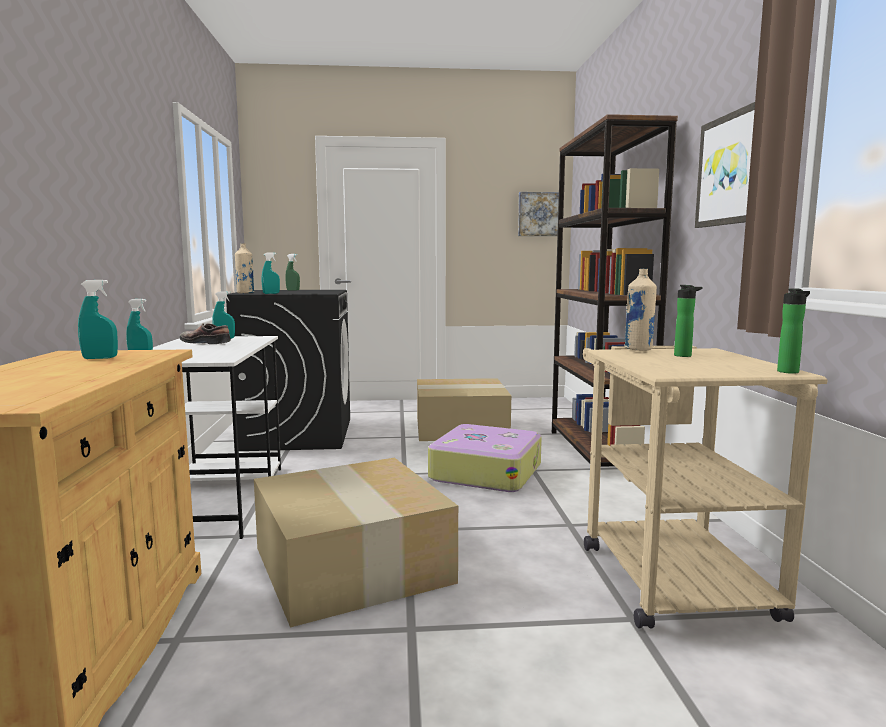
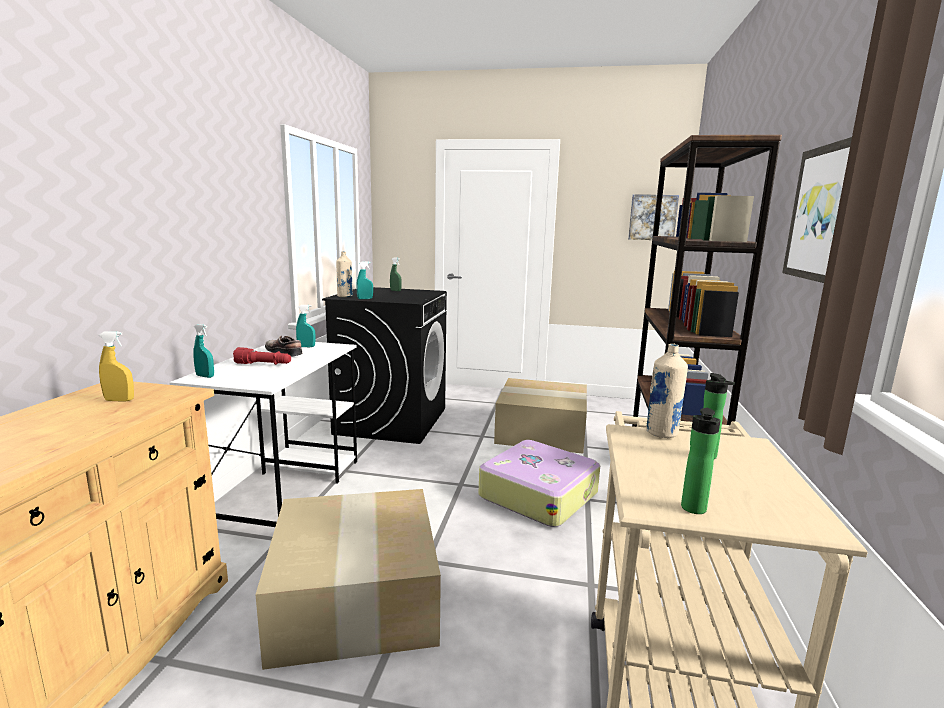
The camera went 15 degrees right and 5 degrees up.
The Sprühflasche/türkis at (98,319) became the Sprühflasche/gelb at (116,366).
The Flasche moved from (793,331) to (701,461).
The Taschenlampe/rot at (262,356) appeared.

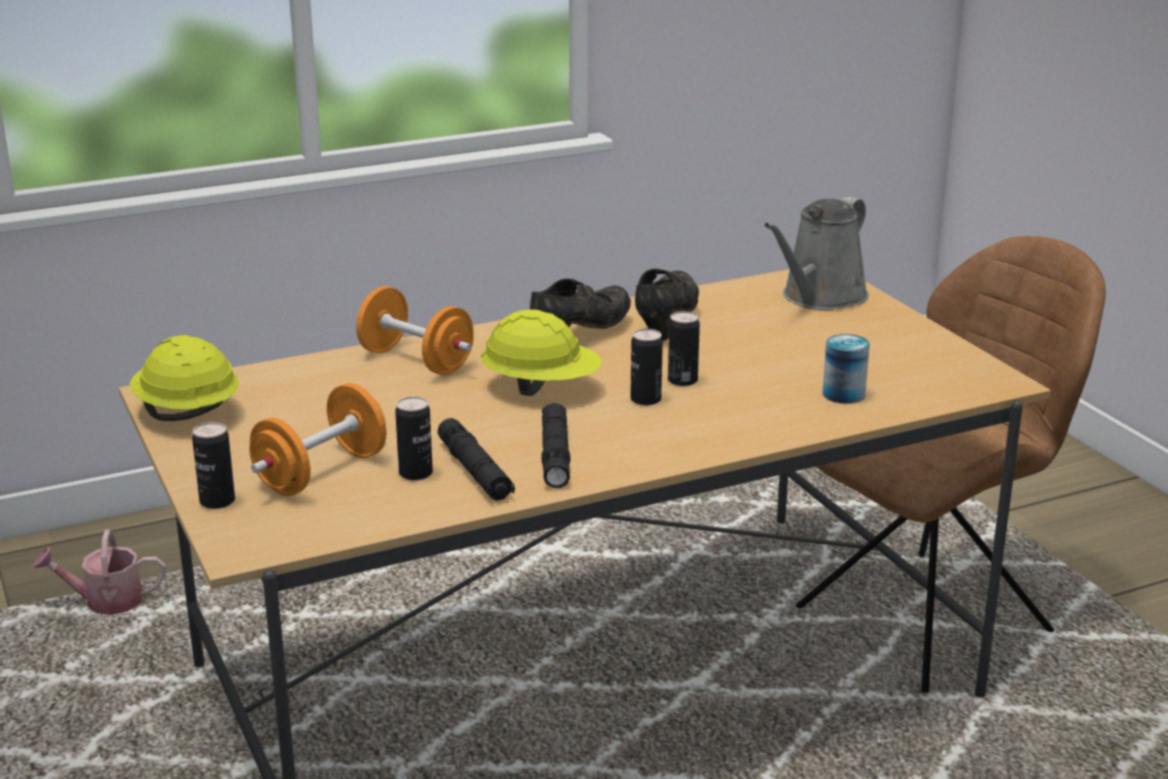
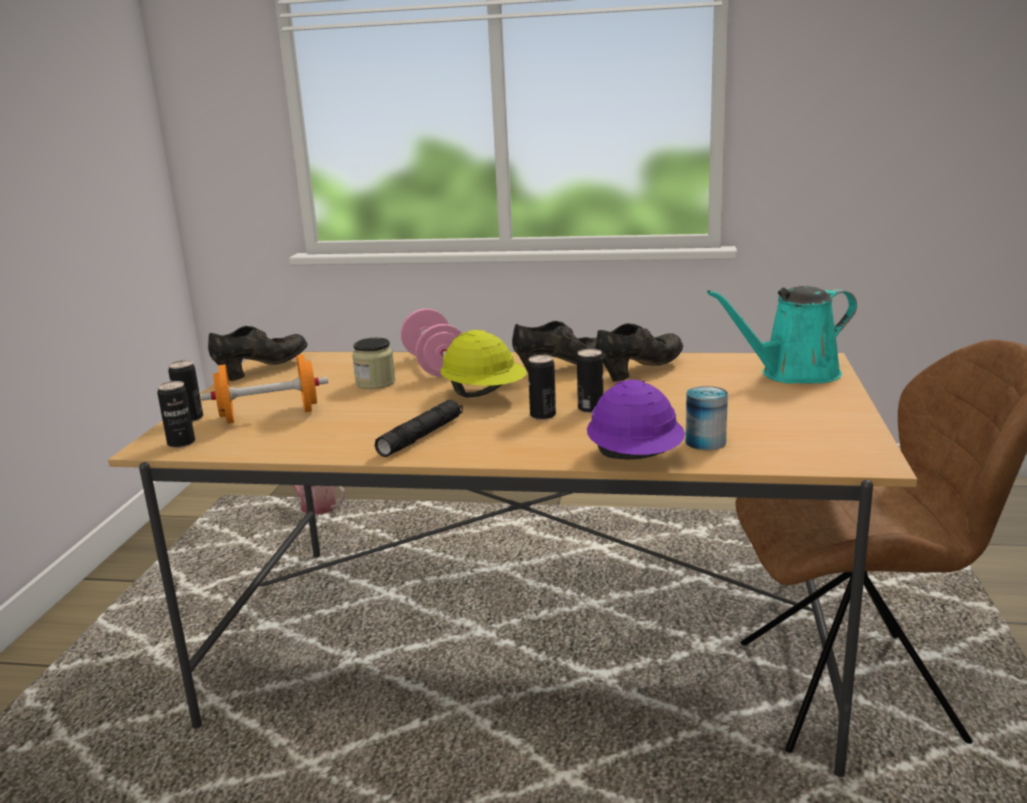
The camera went 35 degrees right and 5 degrees down.
The Schutzhelm/gelb at (184,378) was replaced by the Schuh/schwarz at (258,353).
The Hantel/orange at (415,330) became the Hantel/rosa at (431,342).
The Dose moved from (414,438) to (176,414).
The Taschenlampe/schwarz at (476,459) disappeared.
The Gießkanne/grau at (816,253) became the Gießkanne/türkis at (782,335).
The Vorratsglas at (373,363) appeared.
The Schutzhelm/lila at (636,420) appeared.

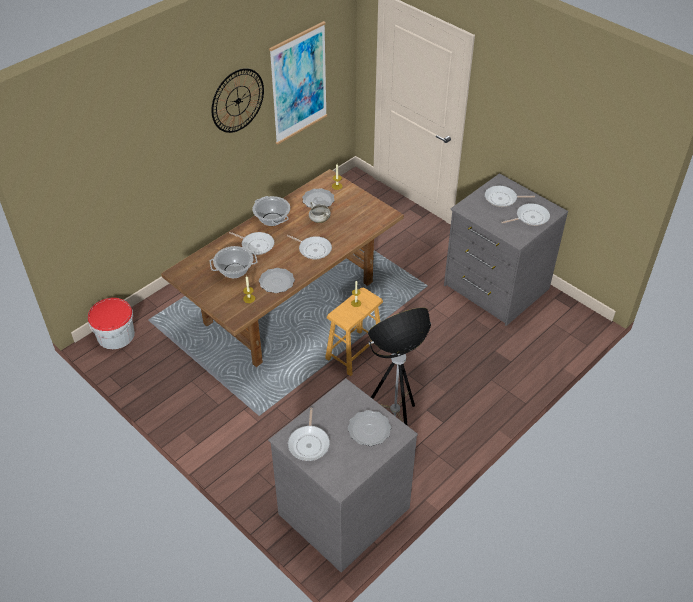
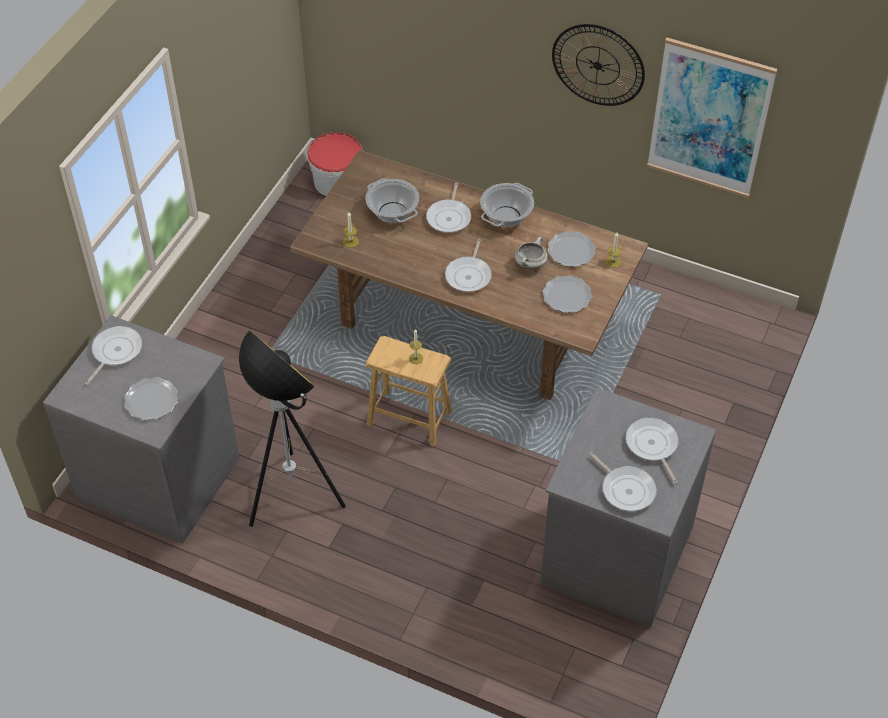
The camera went 70 degrees right and 5 degrees up.
The Teller moved from (277,280) to (567,294).
The Pfanne at (309,434) turned 135 degrees clockwise.

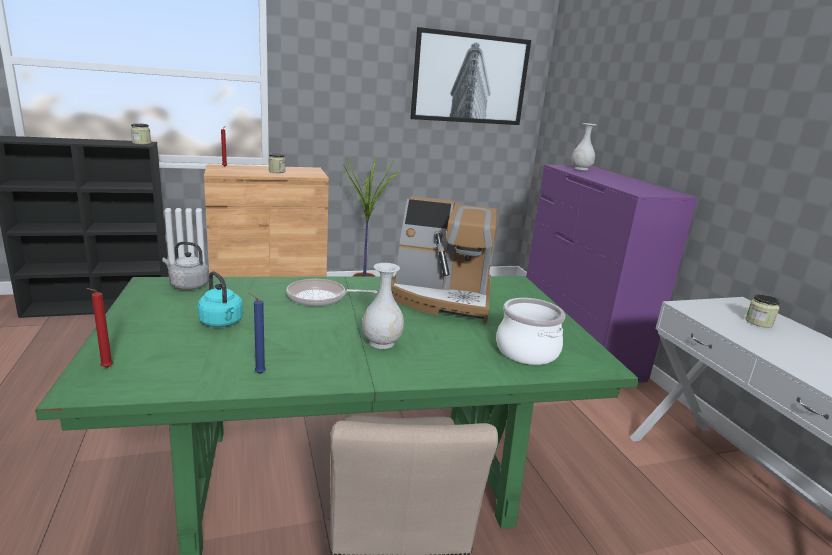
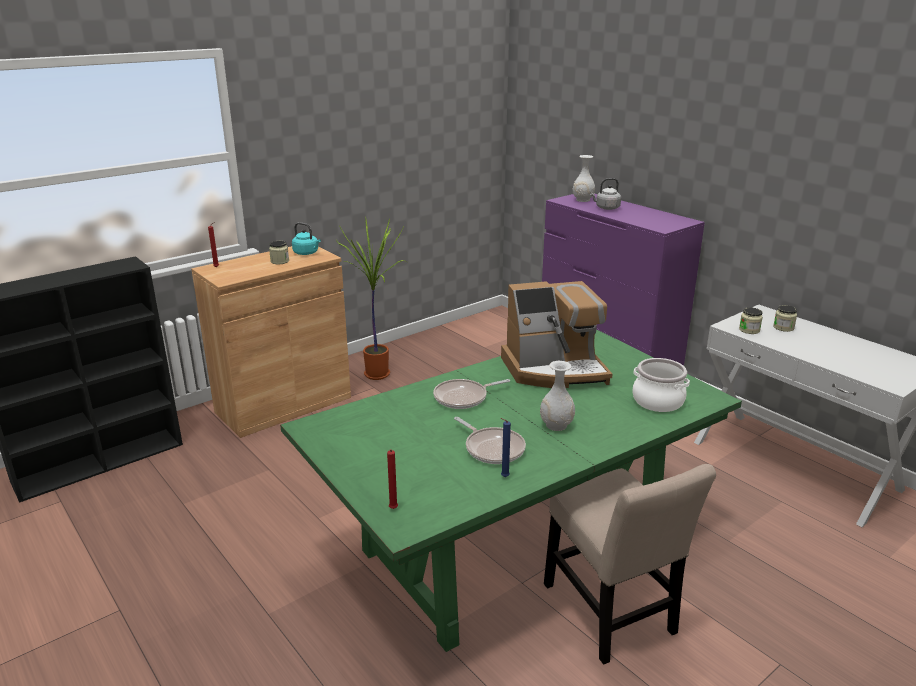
The camera went 20 degrees left and 5 degrees up.
The Vorratsglas moved from (141,134) to (751,320).
The Wasserkessel/grau moved from (185,266) to (605,194).
The Wasserkessel/türkis moved from (220,299) to (306,238).
The Bild at (470,76) disappeared.
The Pfanne at (490,440) appeared.

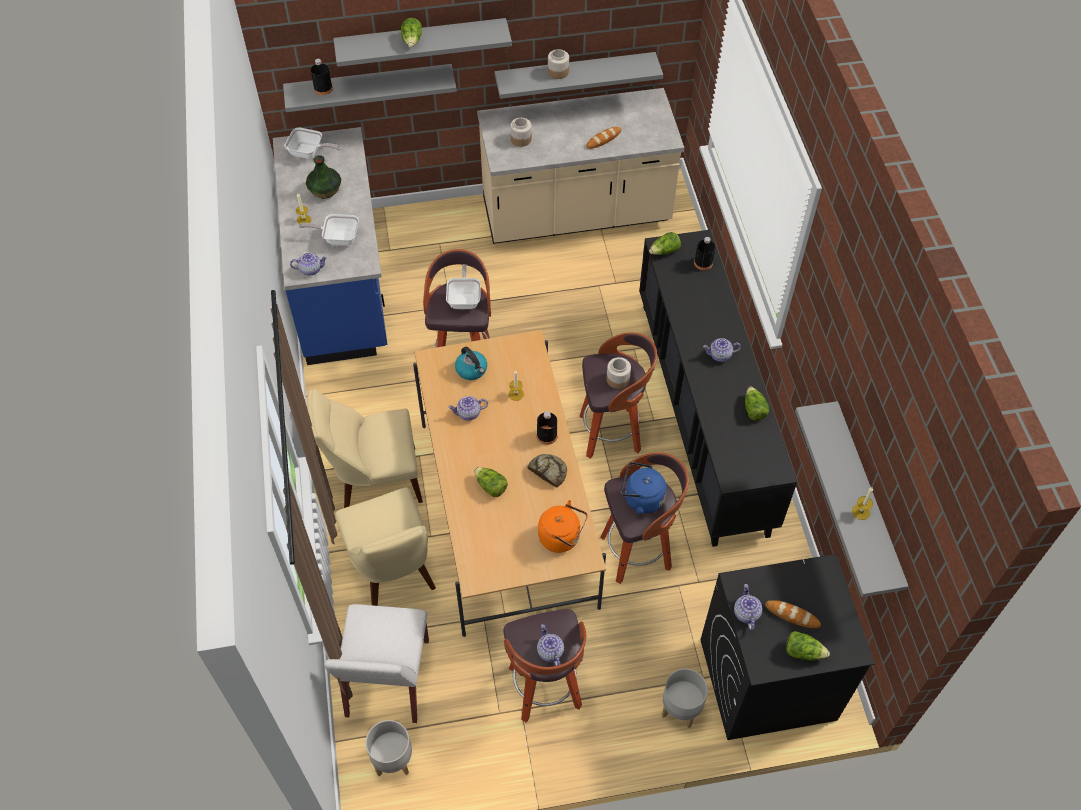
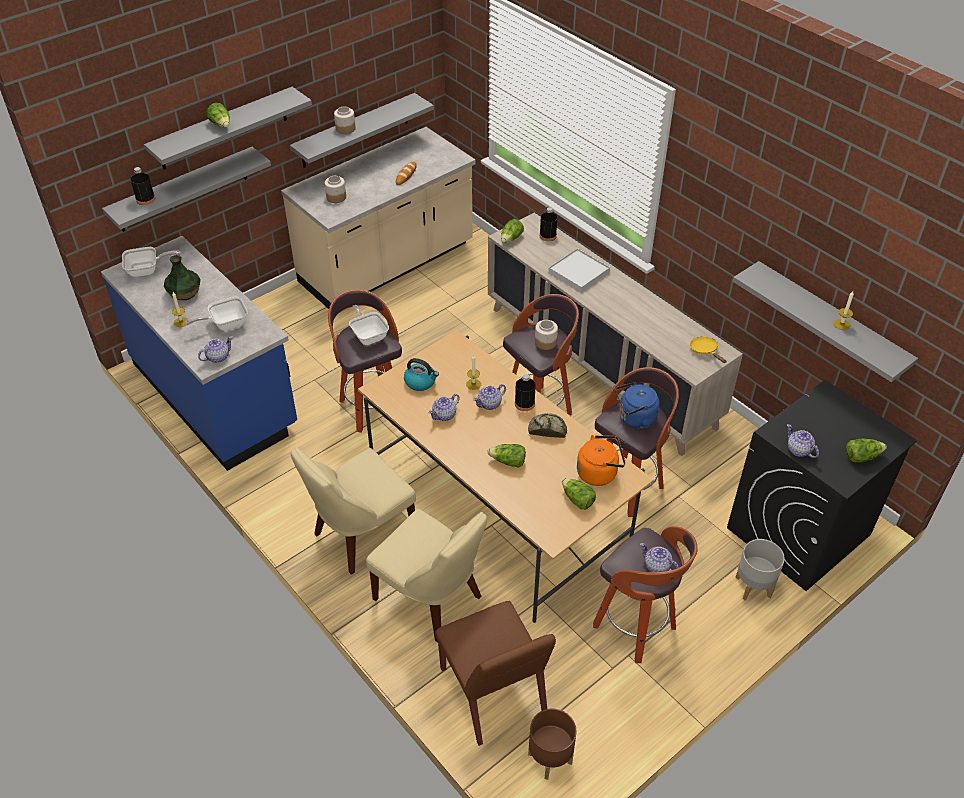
The camera went 30 degrees left and 10 degrees down.
The Stuhl/weiß at (377,663) became the Stuhl/braun at (495,673).
The Pflanzkübel/grau at (389,748) became the Pflanzkübel/braun at (552,744).
The Schrank/schwarz at (718,388) became the Schrank/beige at (615,334).
The Teekanne moved from (722,350) to (489,397).
The Salatkopf moved from (757,404) to (579,494).
The Brot at (793,614) disappeared.
The Tablett/weiß at (579,270) appeared.
The Pfanne/gelb at (708,350) appeared.

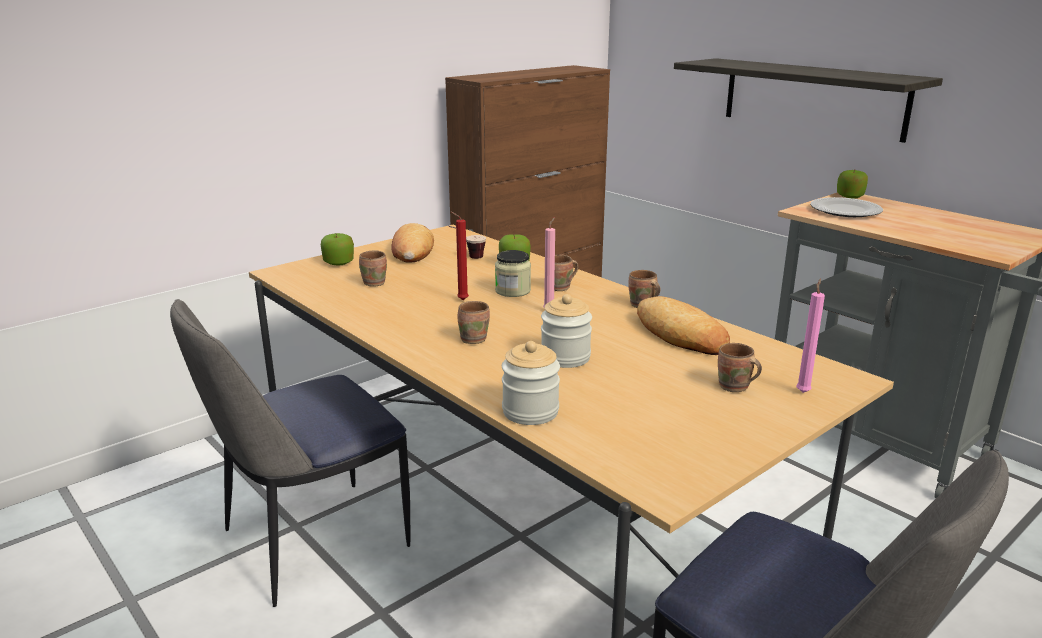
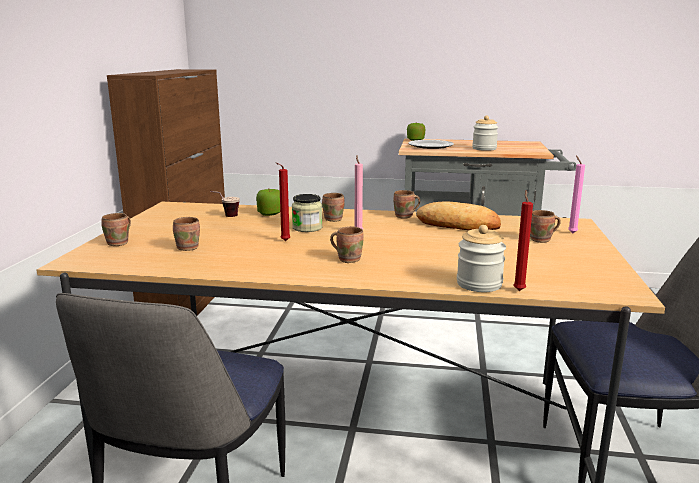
The camera went 40 degrees left and 5 degrees down.
The Apfel at (337,249) was replaced by the Henkelbecher/braun at (116,229).
The Brot at (412,243) disappeared.
The Vorratsglas moved from (566,331) to (485,133).
The Wandregal at (808,100) disappeared.
The Kerze/rot at (523,240) appeared.

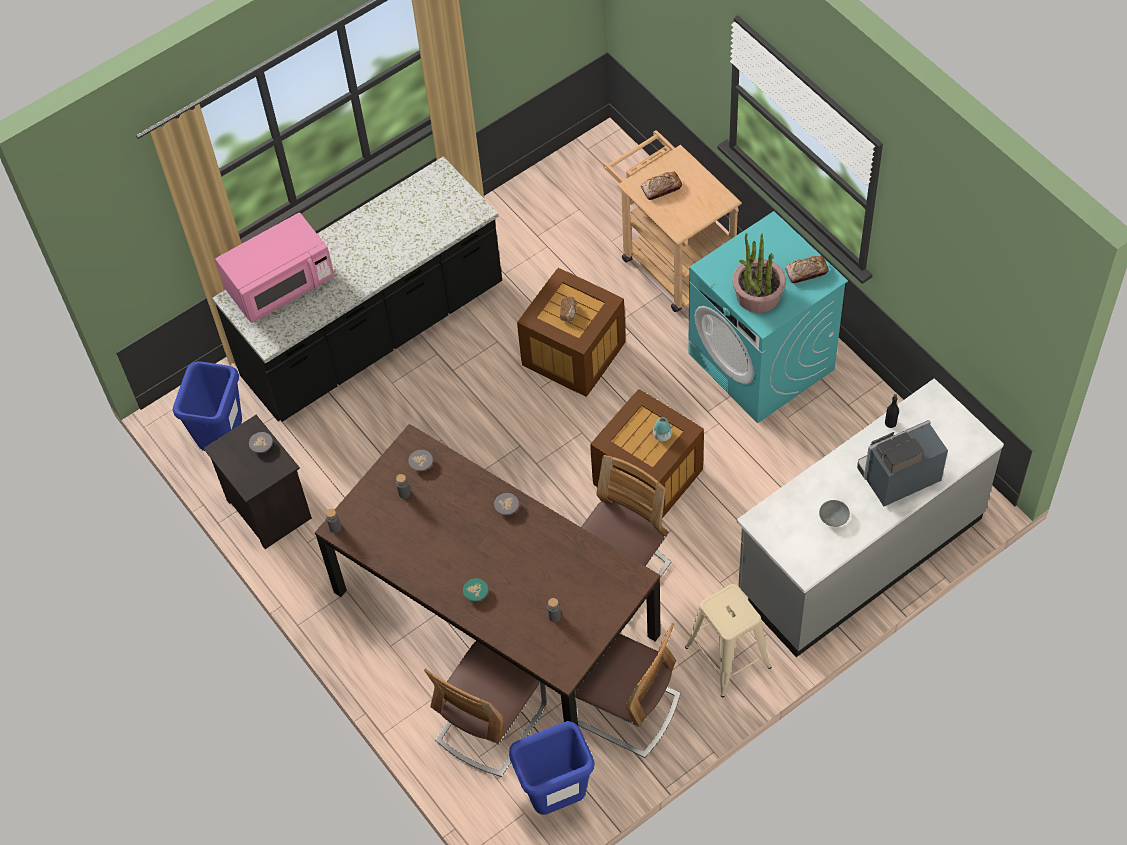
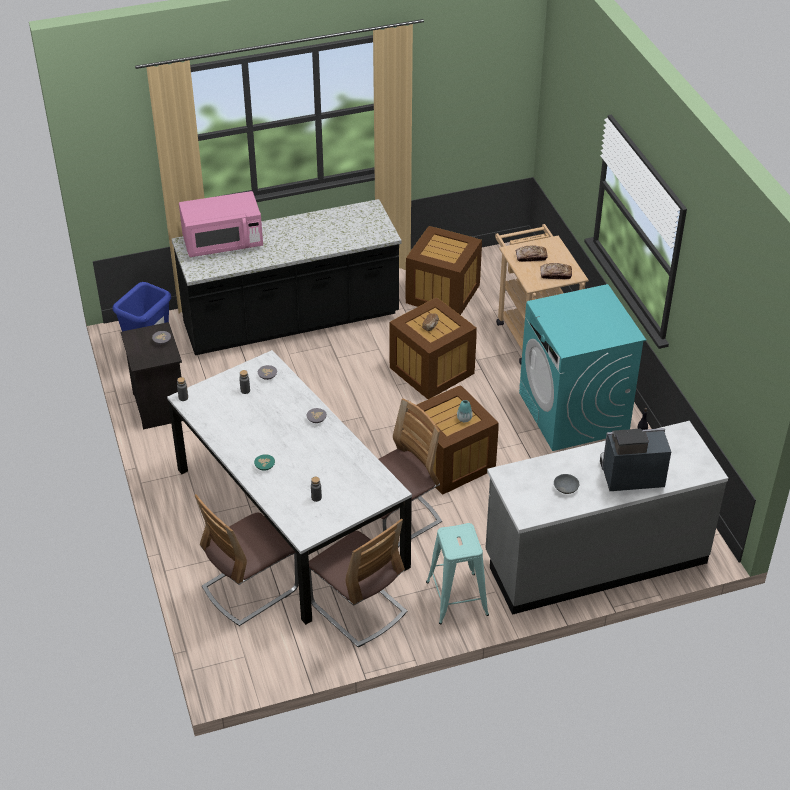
The camera went 15 degrees right and 15 degrees down.
The Esstisch/braun at (488,574) became the Esstisch/weiß at (289,487).
The Mülleimer/blau at (552,768) disappeared.
The Hocker/beige at (728,640) became the Hocker/türkis at (457,574).
The Topfpflanze at (759,273) disappeared.
The Brot moved from (807,269) to (556,271).
The Kiste at (444,270) appeared.

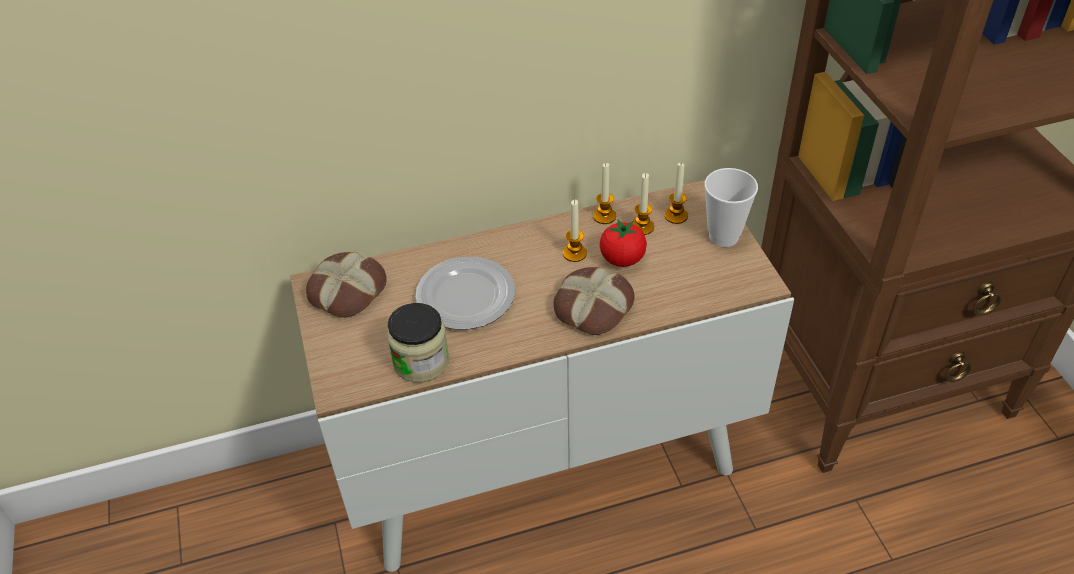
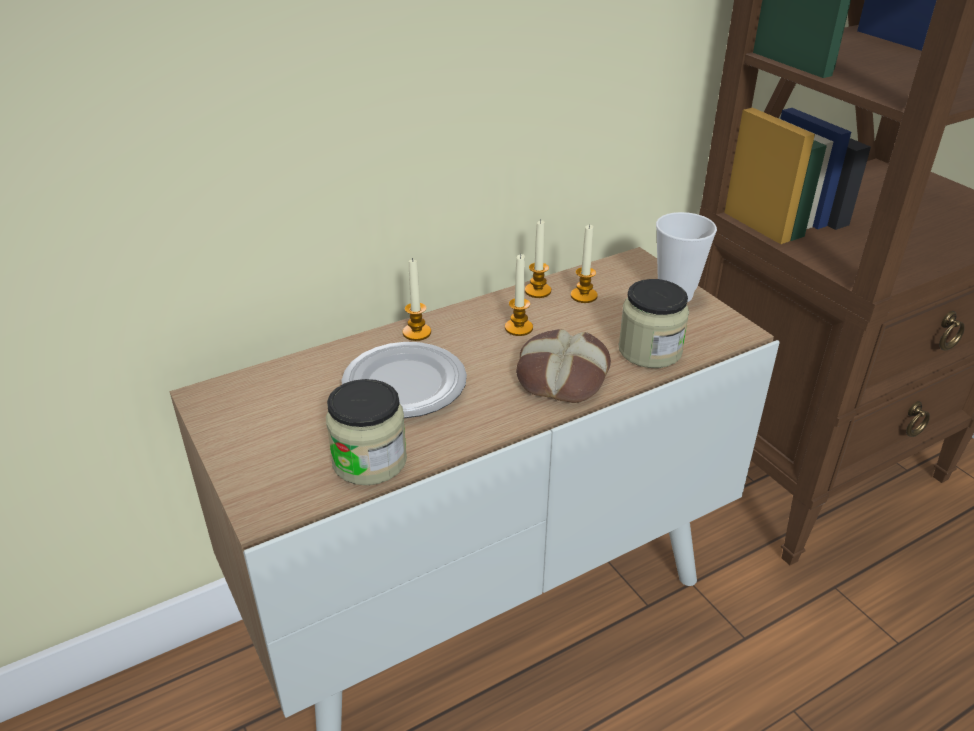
The camera went 15 degrees left and 10 degrees down.
The Brot at (346,285) disappeared.
The Tomate at (623,243) disappeared.
The Kerze moved from (676,193) to (417,299).
The Vorratsglas at (654,323) appeared.

